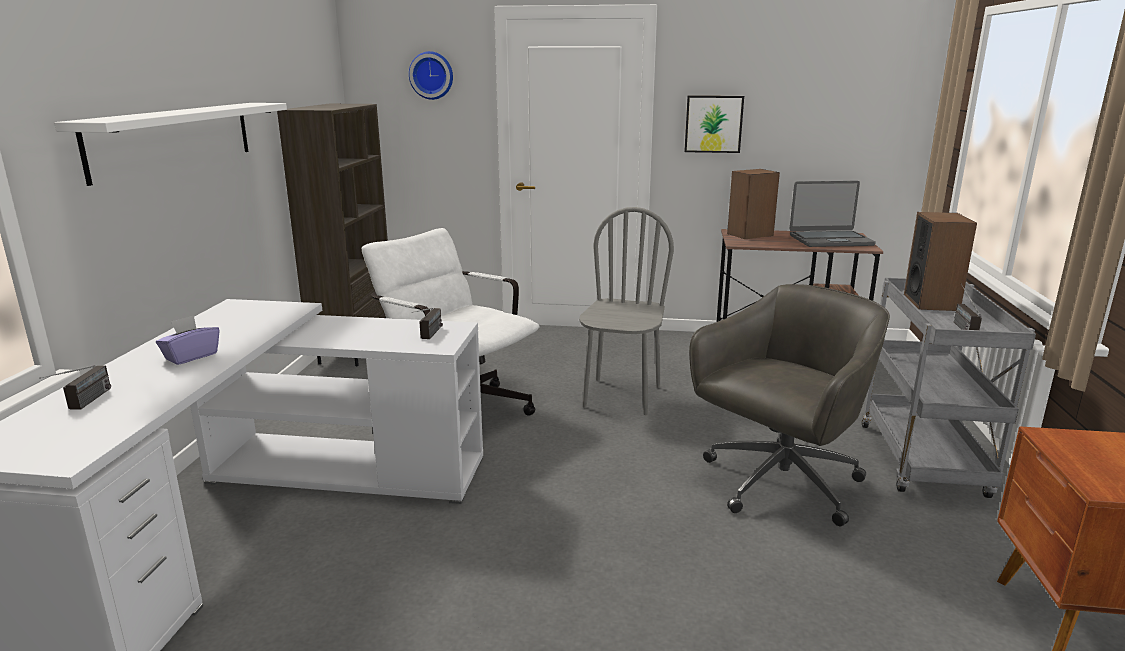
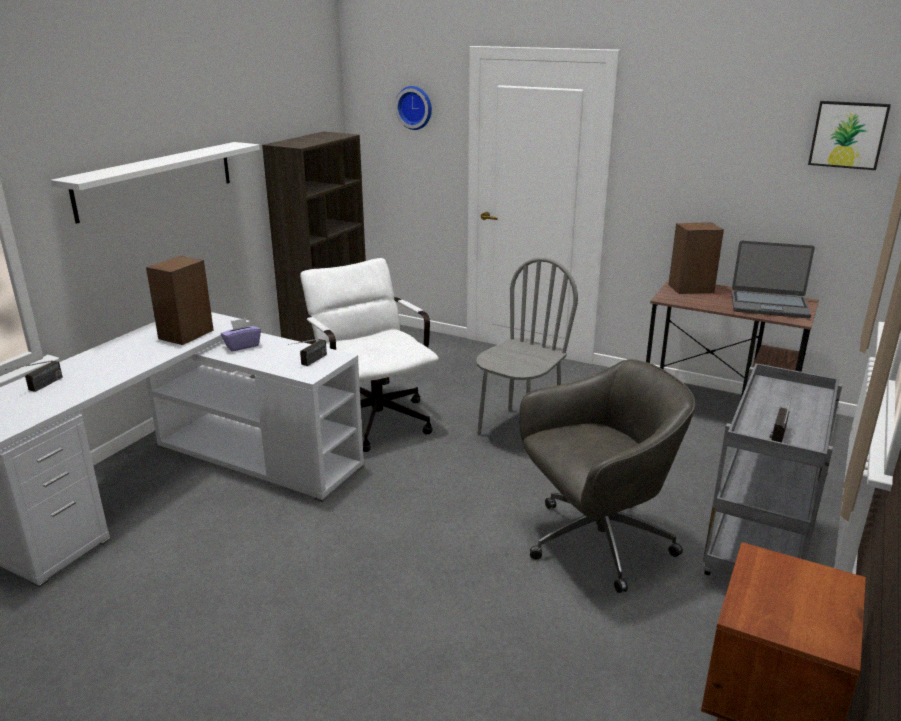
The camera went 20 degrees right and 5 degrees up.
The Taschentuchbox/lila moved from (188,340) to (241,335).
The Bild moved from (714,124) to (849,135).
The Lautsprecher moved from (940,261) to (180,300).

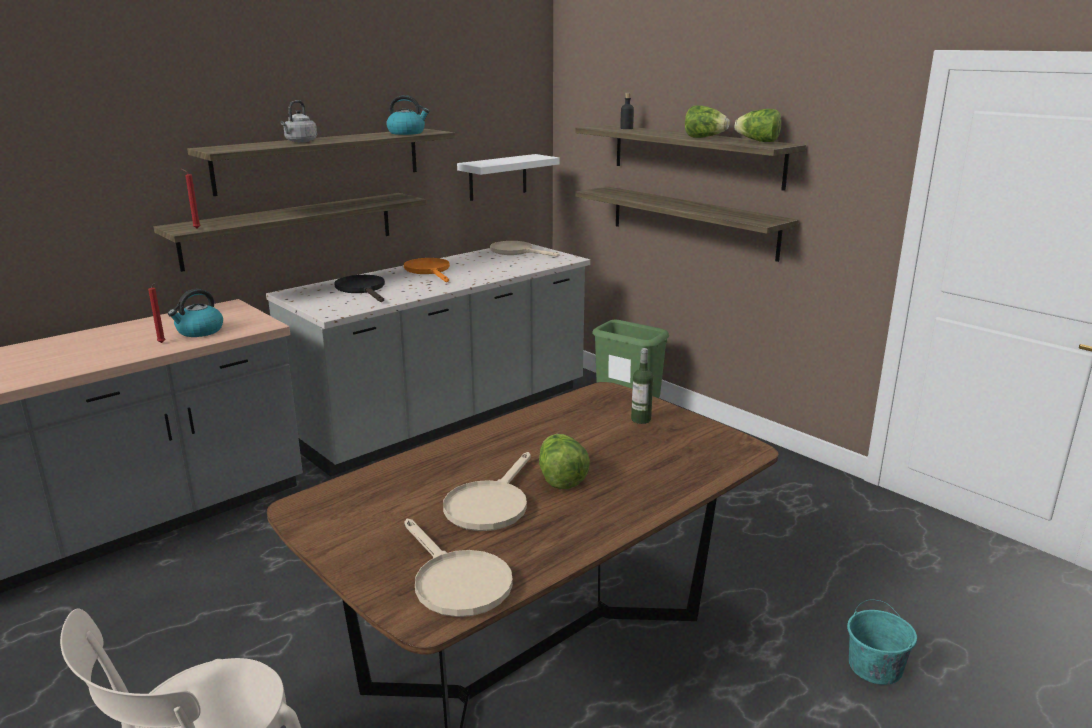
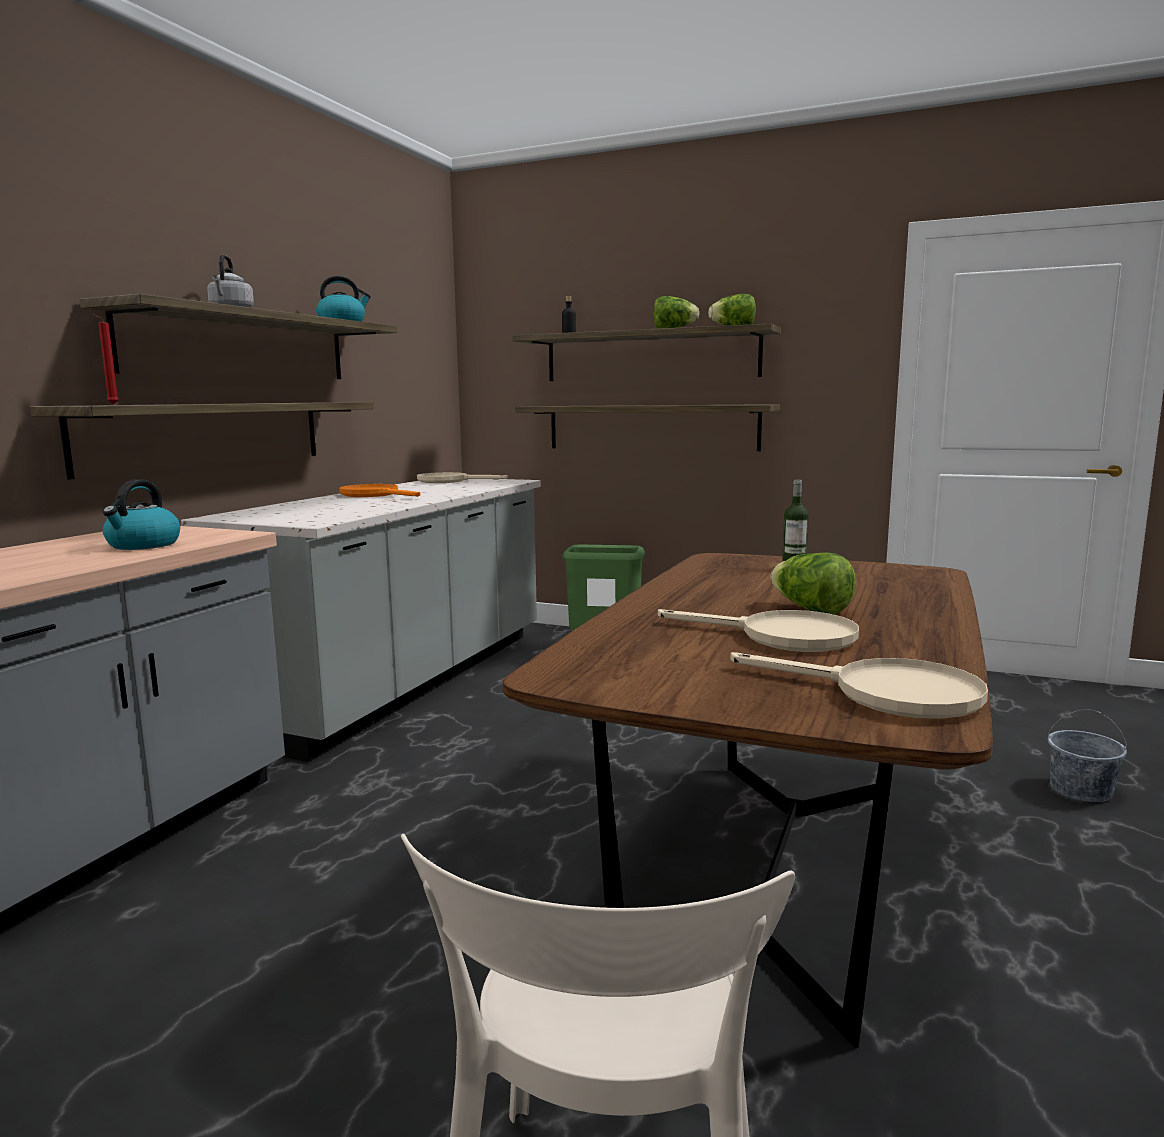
The camera went 25 degrees left and 10 degrees down.
The Kerze/rot at (156,313) disappeared.
The Pfanne/schwarz at (359,288) disappeared.
The Pfanne/beige at (487,491) turned 60 degrees counterclockwise.
The Wandregal/weiß at (508,177) disappeared.
The Eimer/türkis at (882,642) became the Eimer/grau at (1087,755).

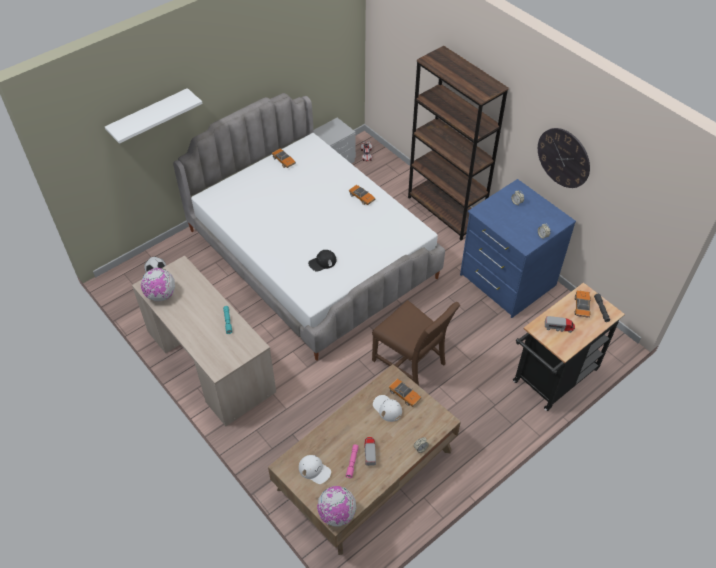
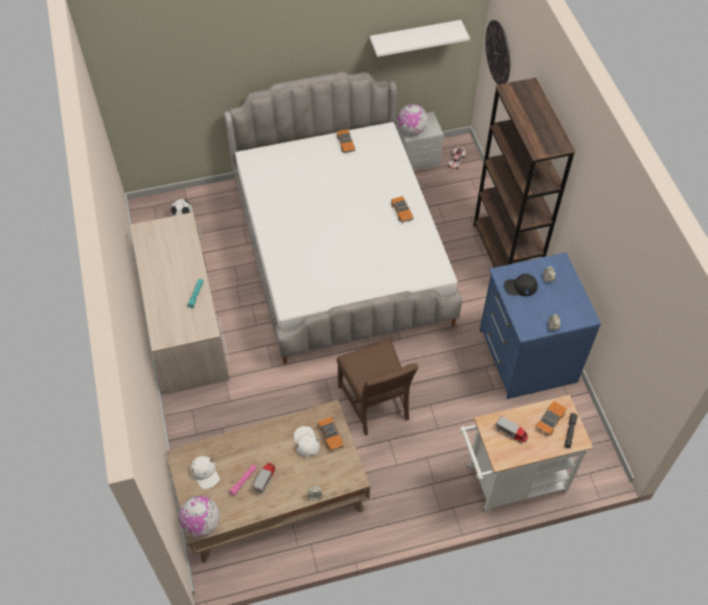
The camera went 25 degrees right and 5 degrees up.
The Wandregal/weiß moved from (154,116) to (420,38).
The Globus moved from (158,284) to (413,119).
The Kappe/schwarz moved from (322,261) to (521,285).
The Rollwagen/schwarz at (569,346) became the Rollwagen/weiß at (526,454).
The Wanduhr moved from (564,158) to (497,52).

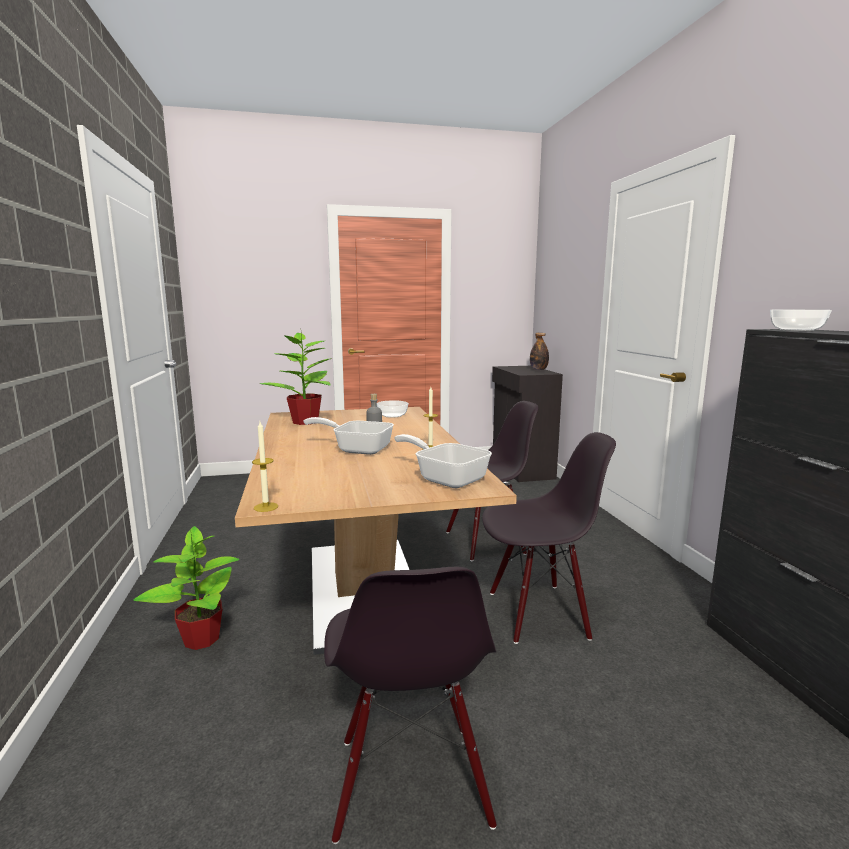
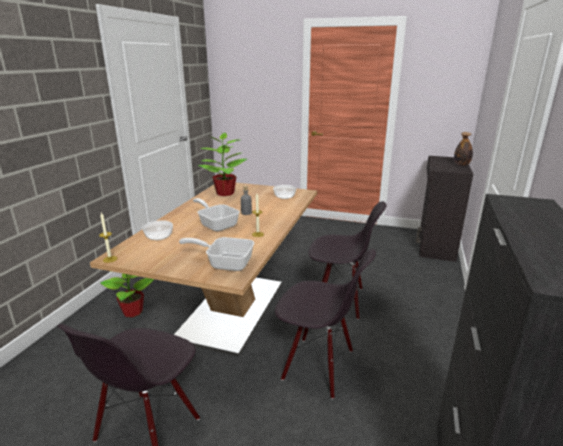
The camera went 30 degrees right and 10 degrees up.
The Pfanne at (443,461) turned 60 degrees counterclockwise.
The Schüssel moved from (801,320) to (157,230).

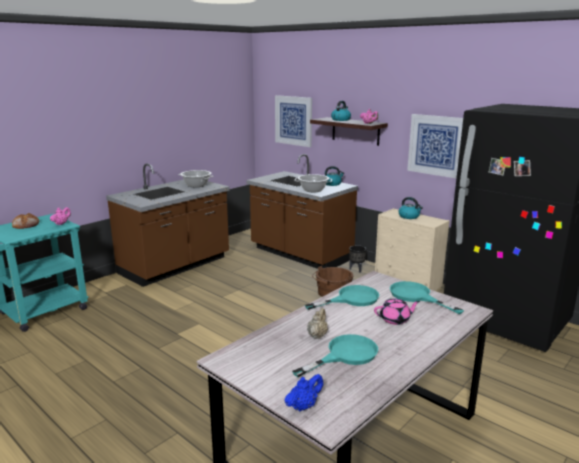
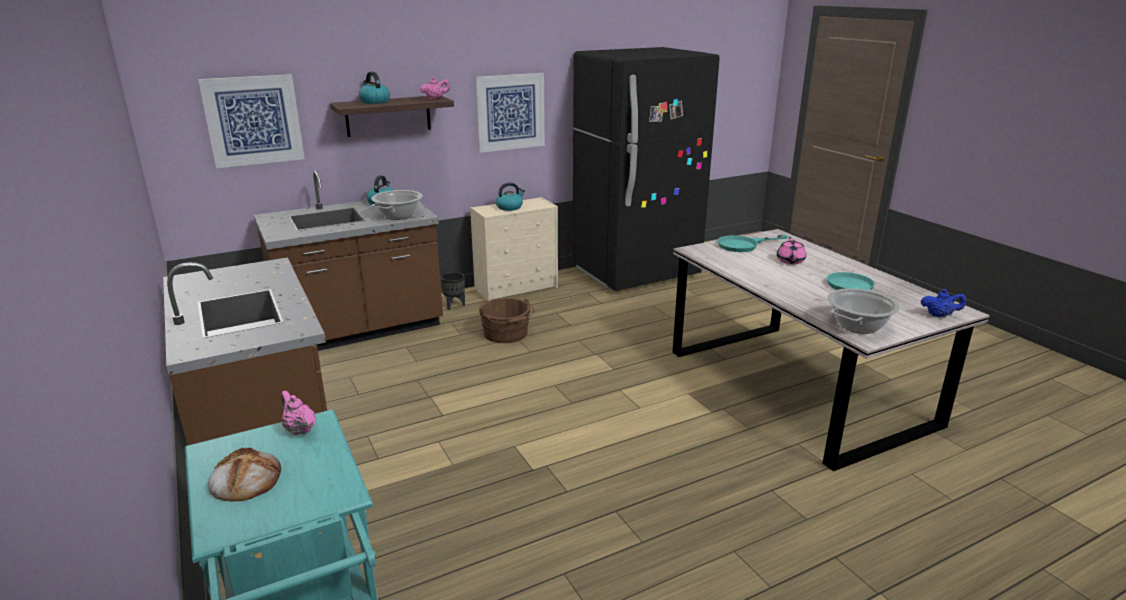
The camera went 70 degrees left and 5 degrees up.
The Kochtopf moved from (196,178) to (863,311).
The Teekanne/blau at (303,392) turned 120 degrees clockwise.
The Pfanne/türkis at (342,297) disappeared.
The Teekanne/beige at (317,323) disappeared.

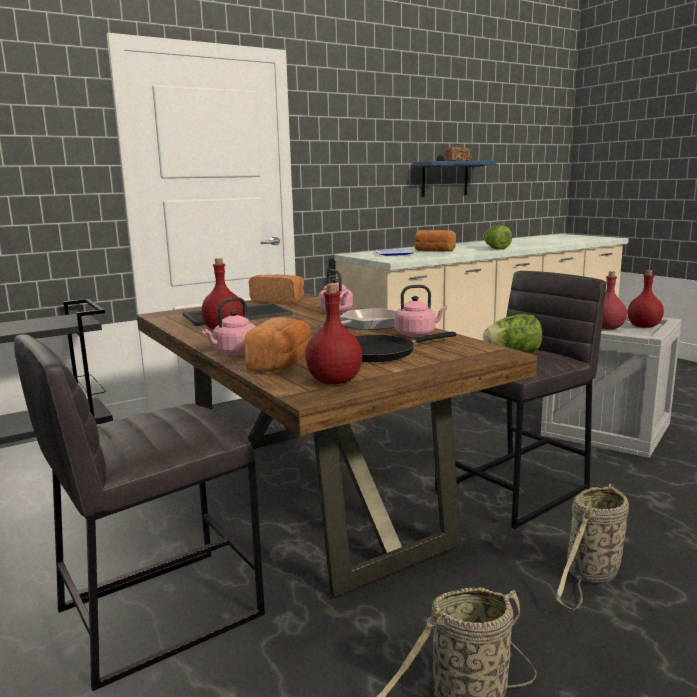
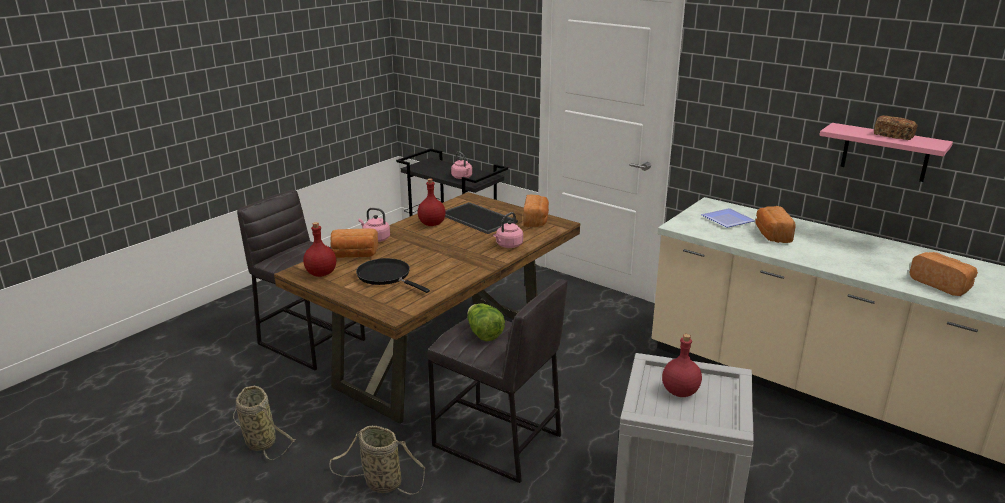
The camera went 70 degrees right and 10 degrees up.
The Pfanne at (357,319) disappeared.
The Wasserkessel/rosa moved from (421,311) to (461,165).
The Wandregal/blau at (454,179) became the Wandregal/rosa at (886,152).
The Salatkopf at (497,237) disappeared.
The Flasche/rot at (645,299) disappeared.
The Brot at (943,274) appeared.

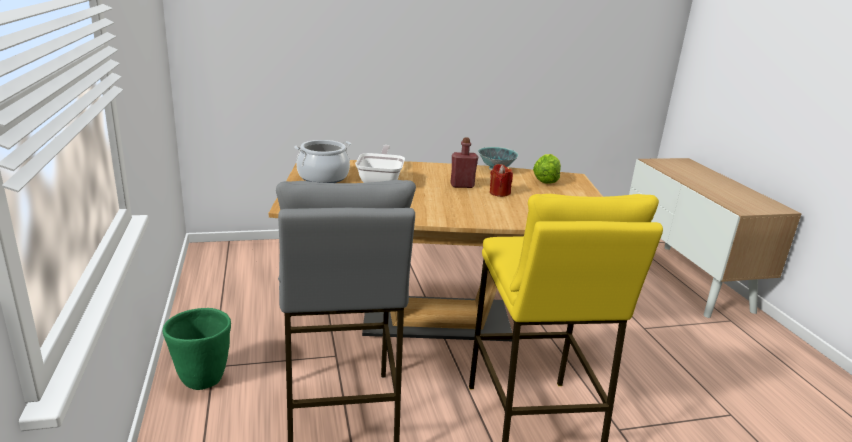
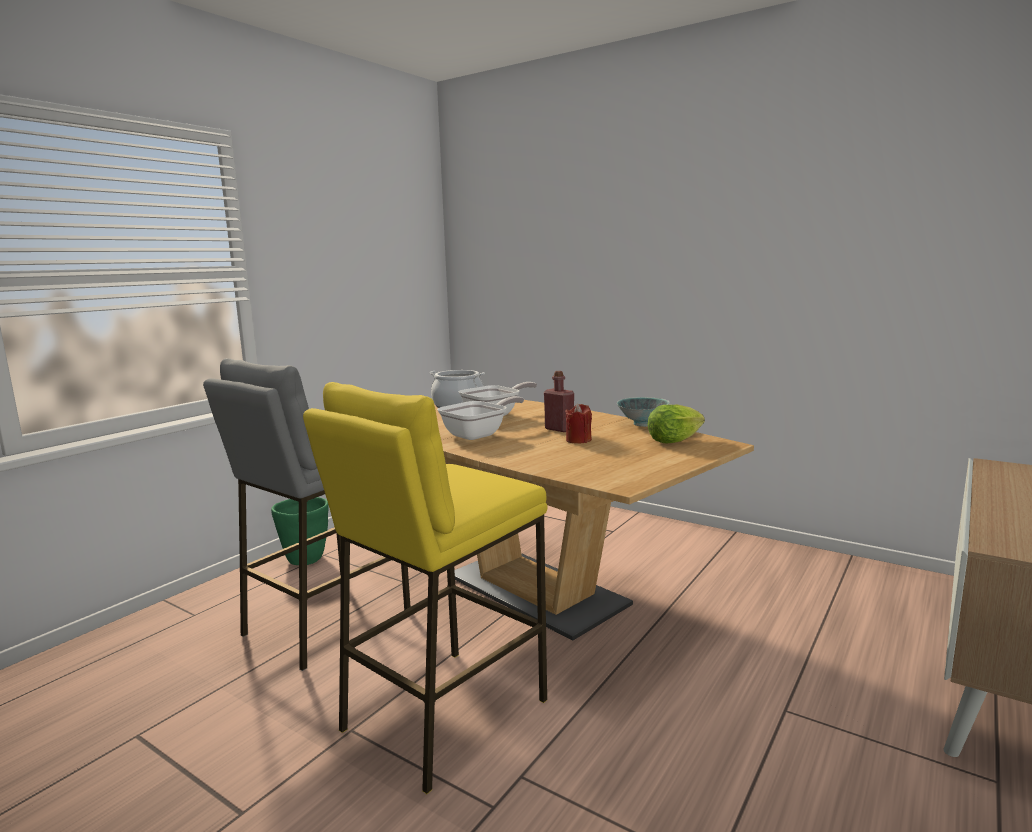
The camera went 50 degrees right and 10 degrees down.
The Pfanne at (480,418) appeared.

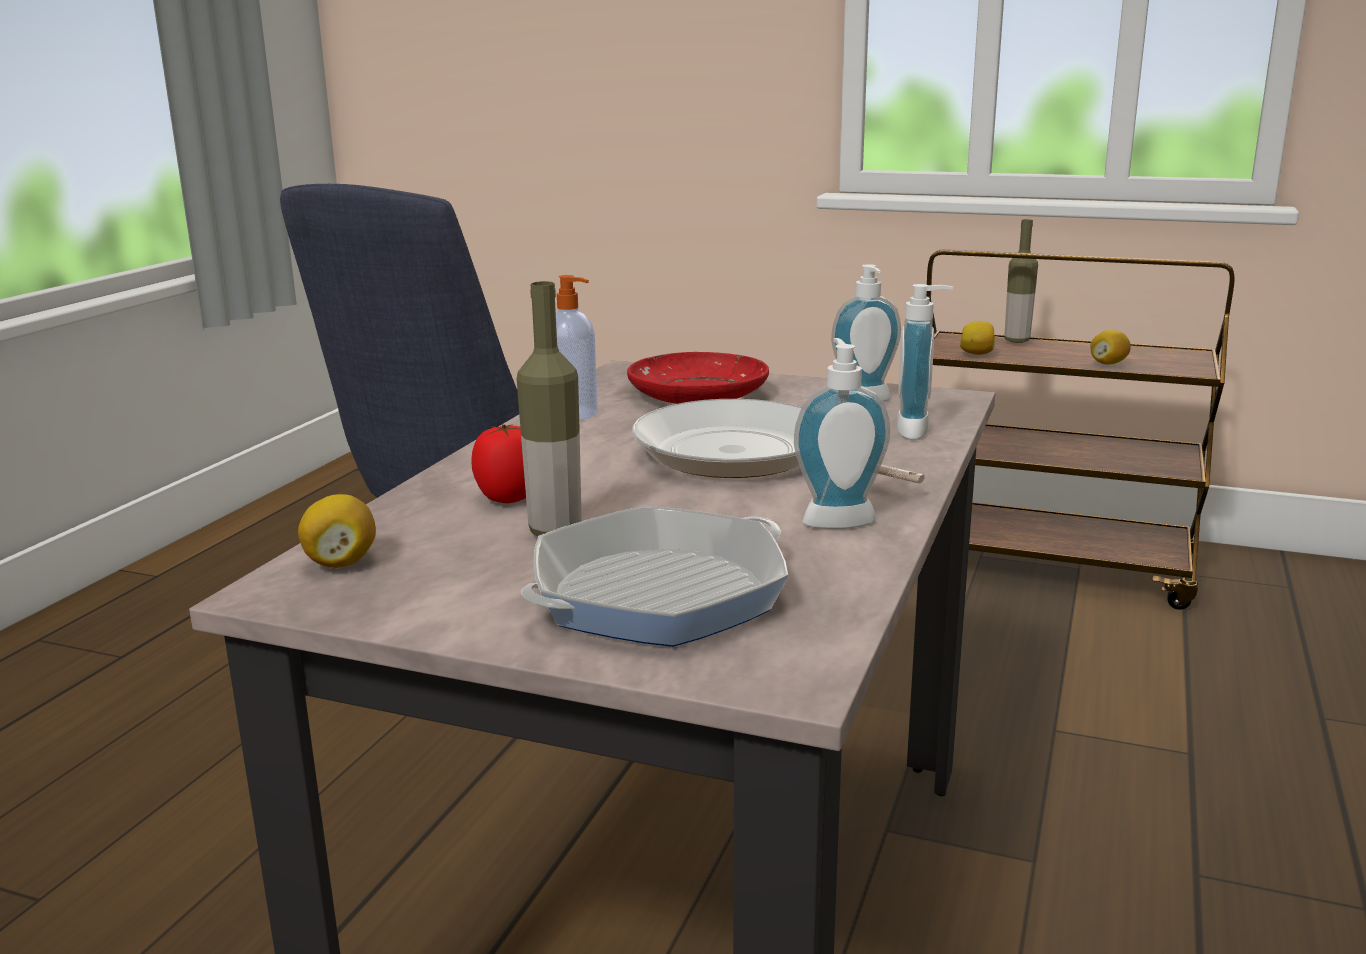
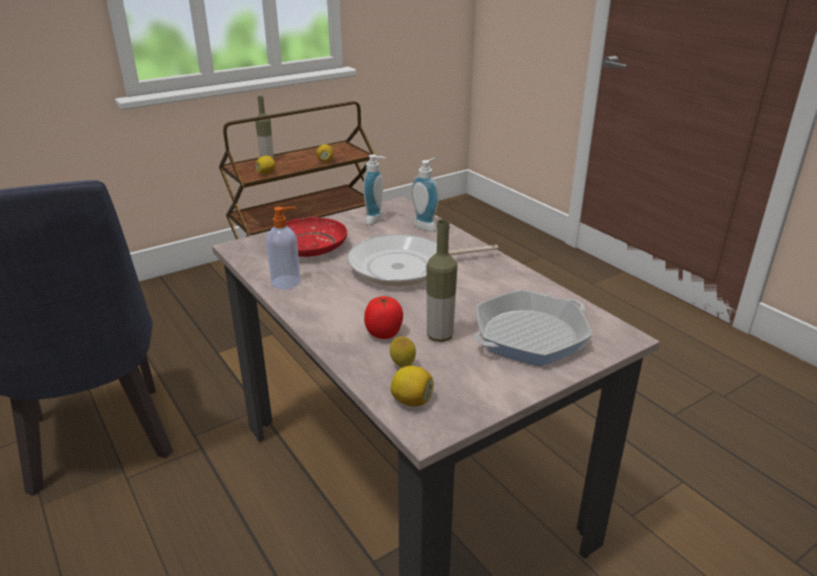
The camera went 55 degrees left and 10 degrees up.
The Pfanne at (655,576) turned 120 degrees counterclockwise.
The Seifenspender at (842,433) disappeared.
The Zitrone at (403,351) appeared.

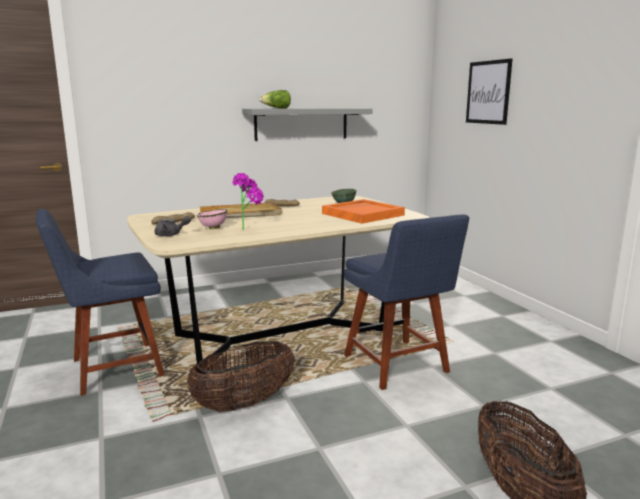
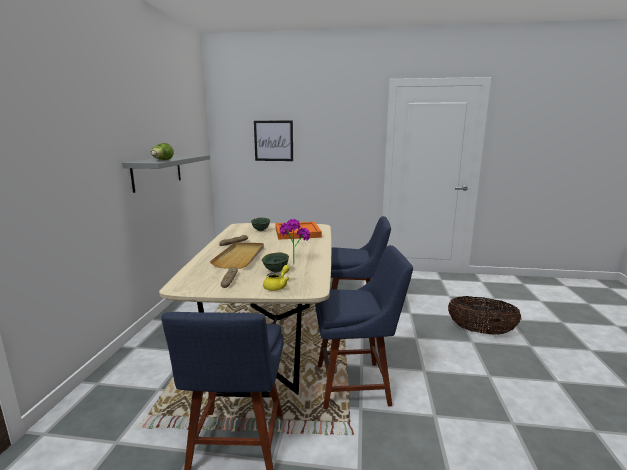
The camera went 60 degrees left and 0 degrees up.
The Teekanne/grau at (173,226) became the Teekanne/gelb at (276,278).
The Korb at (240,376) was replaced by the Stuhl/blau at (364,327).
The Schüssel/rosa at (211,219) became the Schüssel/grün at (275,262).

